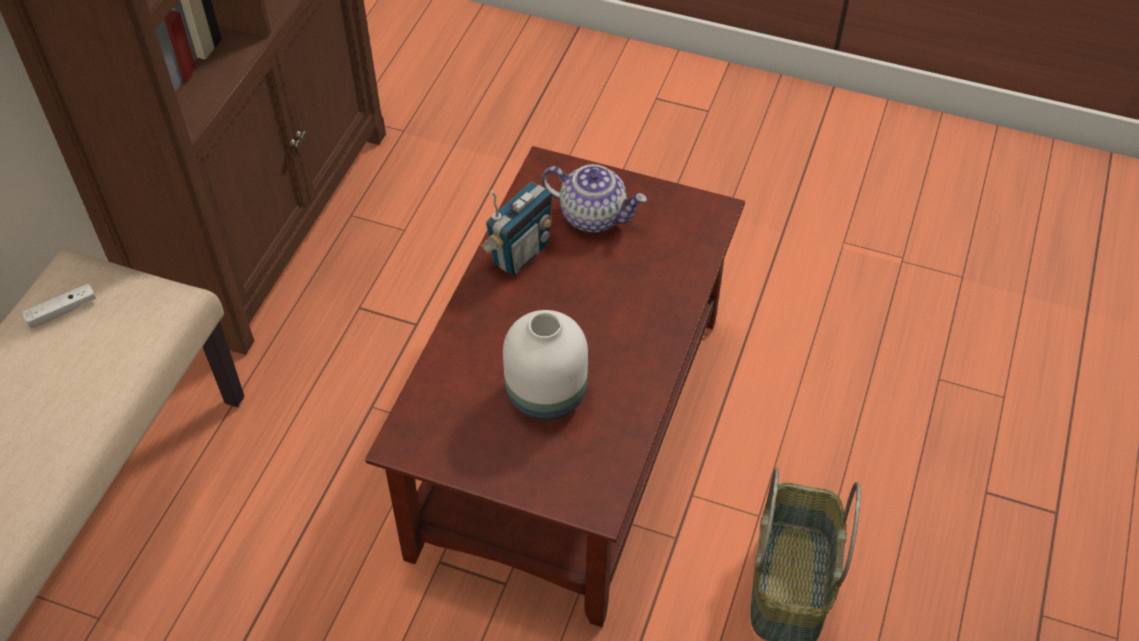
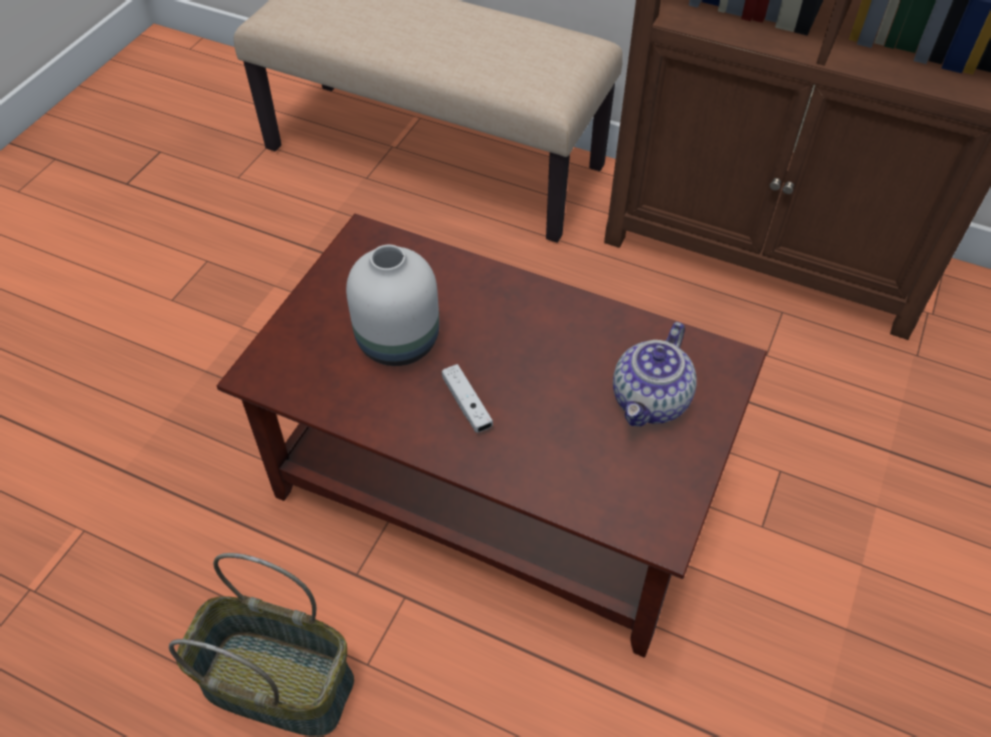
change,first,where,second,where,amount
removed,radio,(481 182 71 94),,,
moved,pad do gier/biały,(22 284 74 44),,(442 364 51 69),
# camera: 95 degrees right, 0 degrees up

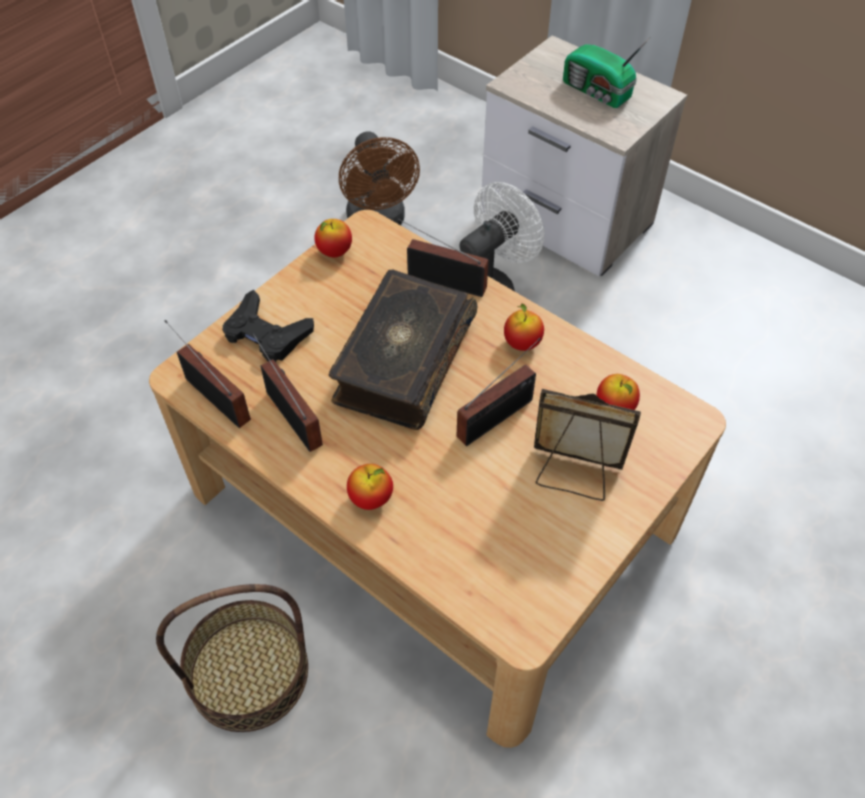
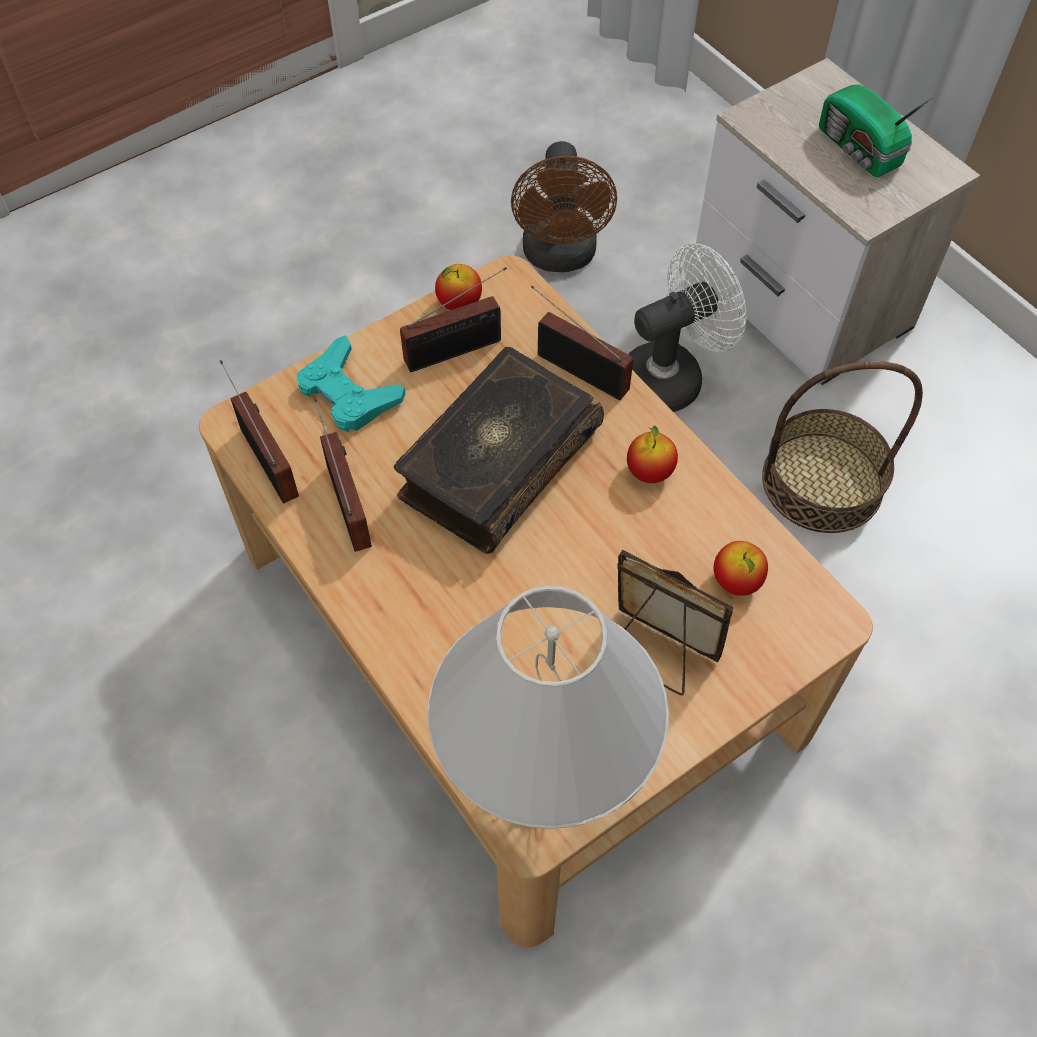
change,first,where,second,where,amount
removed,jabłko,(347 464 46 46),,,
added,,,lampa stołowa/biały,(428 586 241 243),
moved,koszyk,(156 584 152 148),,(762 361 161 172),
moved,radio,(457 338 84 108),,(400 267 107 105),
recoloured,pad do gier/czarny,(222 290 92 72),pad do gier/turkusowy,(296 335 109 97),
# camera: 15 degrees right, 5 degrees up

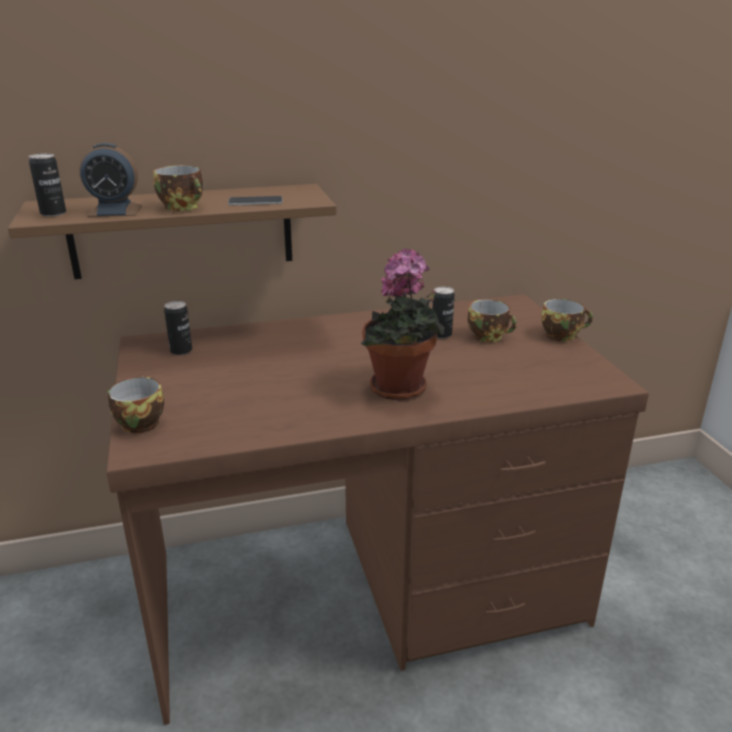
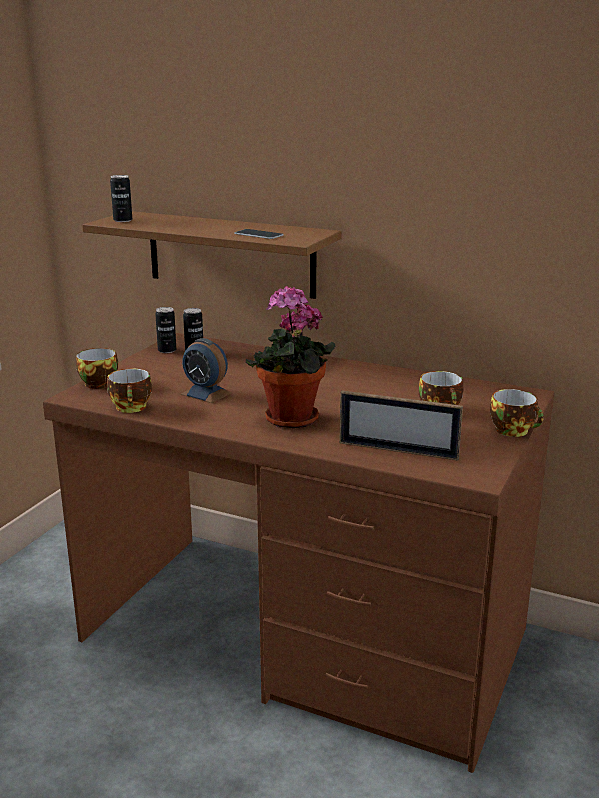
change,first,where,second,where,amount
added,,,ramka na zdjęcie,(339 391 124 70),
moved,budzik,(79 142 63 75),,(181 338 51 65),
moved,filiżanka,(153 165 50 46),,(107 369 45 44),
moved,puszka,(432 286 22 53),,(155 307 21 46),
# camera: 40 degrees right, 5 degrees down

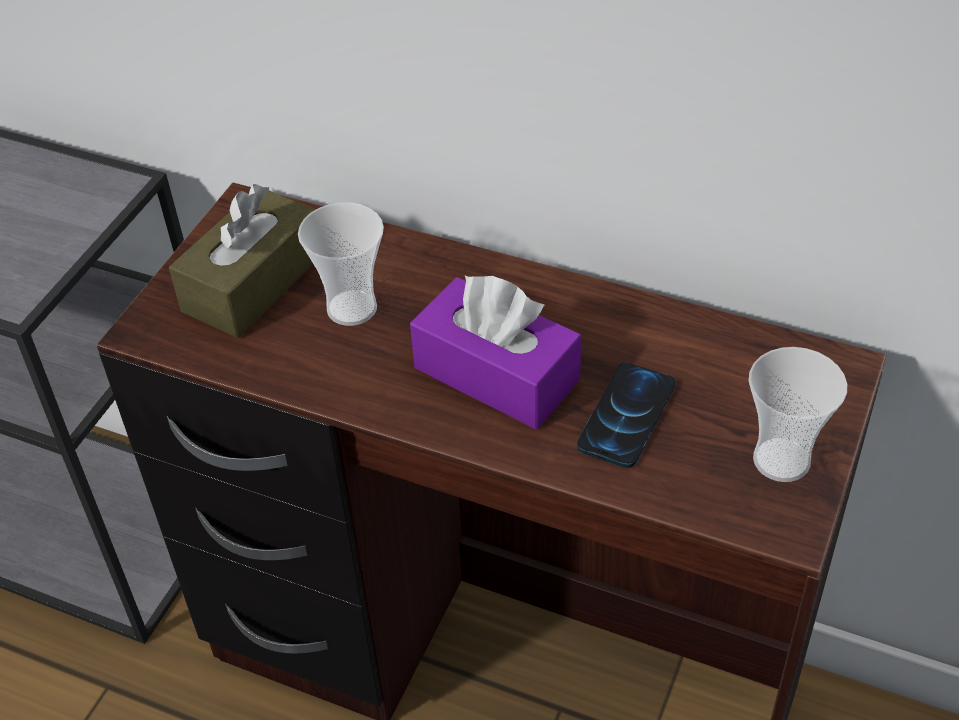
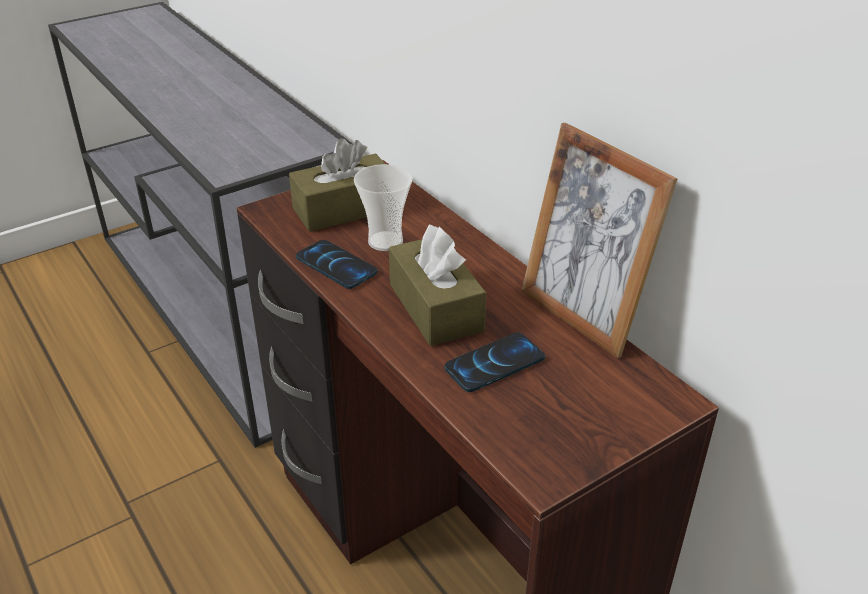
change,first,where,second,where,amount
removed,filiżanka,(749 347 98 135),,,
added,,,telefon,(296 240 82 49),
added,,,ramka na zdjęcie,(521 123 157 235),
recoloured,pudełko chusteczek/fioletowy,(410 276 172 153),pudełko chusteczek/brązowy,(389 225 97 121),
# camera: 30 degrees right, 10 degrees down

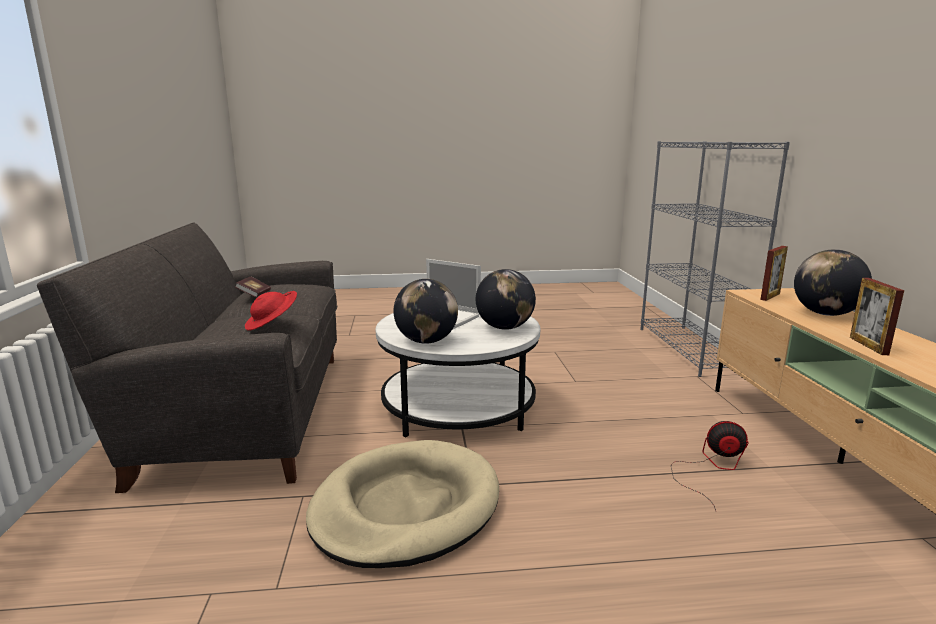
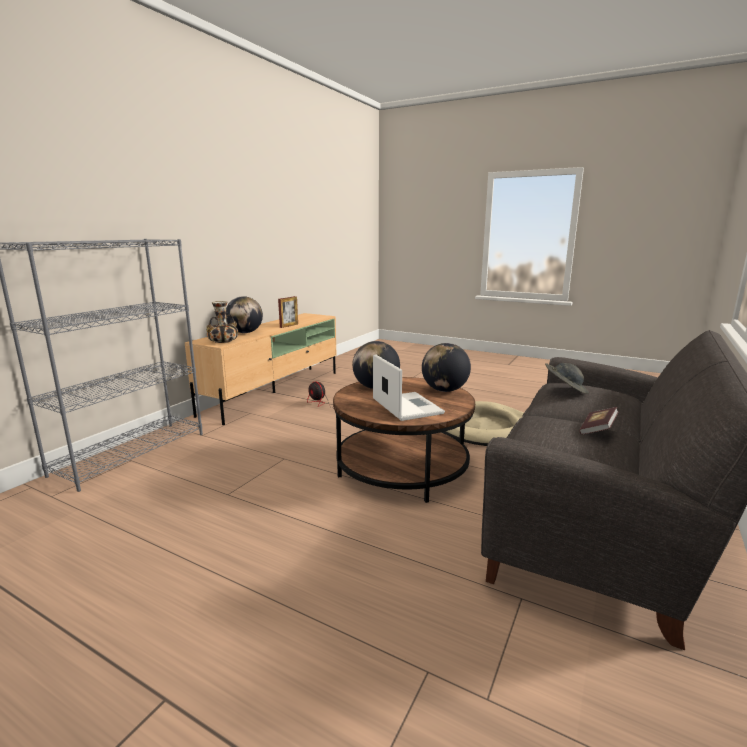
change,first,where,second,where,amount
replaced,ramka na zdjęcie,(760 246 28 55),wazon,(206 301 32 42),
recoloured,kapelusz/czerwony,(245 291 52 40),kapelusz/szary,(545 363 44 31),
recoloured,ława/biały,(376 313 164 124),ława/brązowy,(333 377 142 126),
# camera: 145 degrees left, 0 degrees up

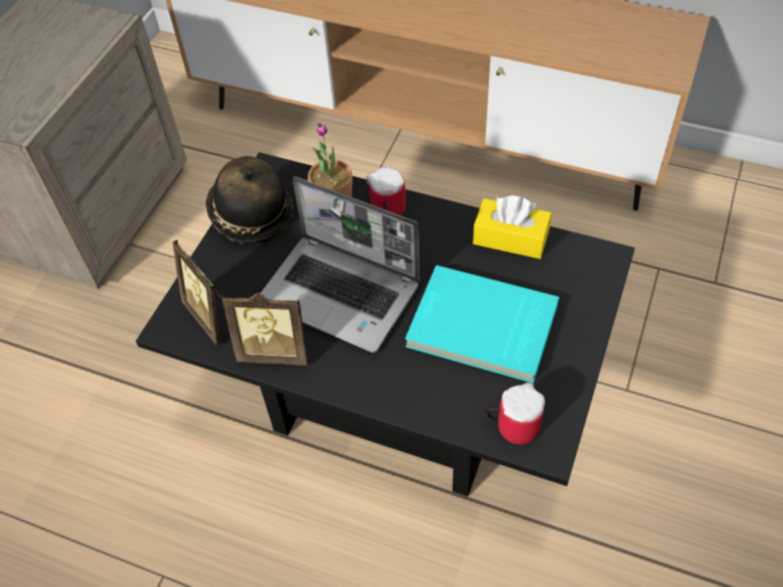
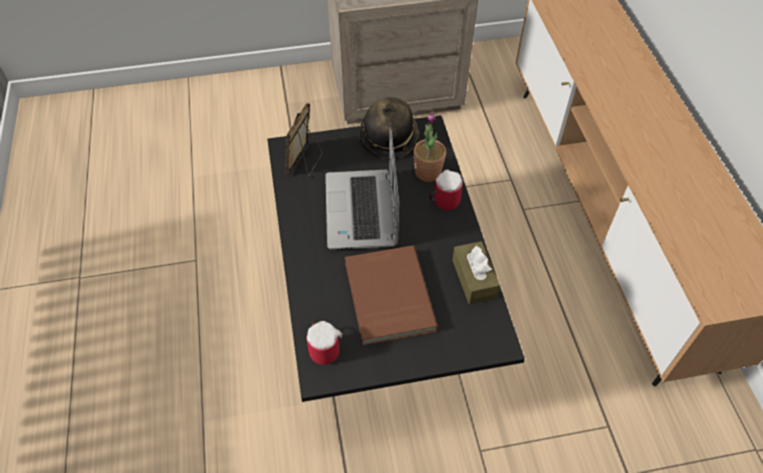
change,first,where,second,where,amount
removed,ramka na zdjęcie,(222 293 86 73),,,
recoloured,książka/turkusowy,(405 265 154 118),książka/brązowy,(345 245 93 101),
recoloured,pudełko chusteczek/żółty,(473 196 79 63),pudełko chusteczek/brązowy,(453 241 47 63),
# camera: 55 degrees right, 0 degrees up

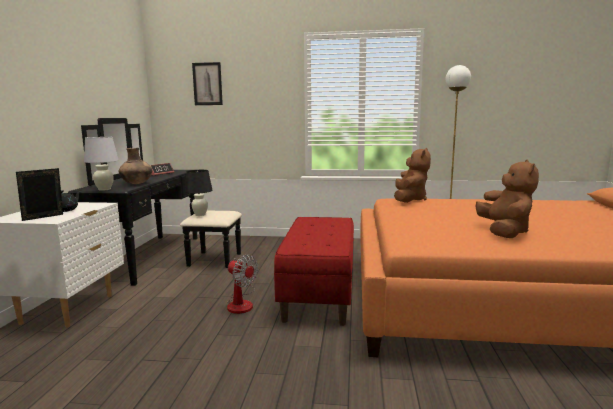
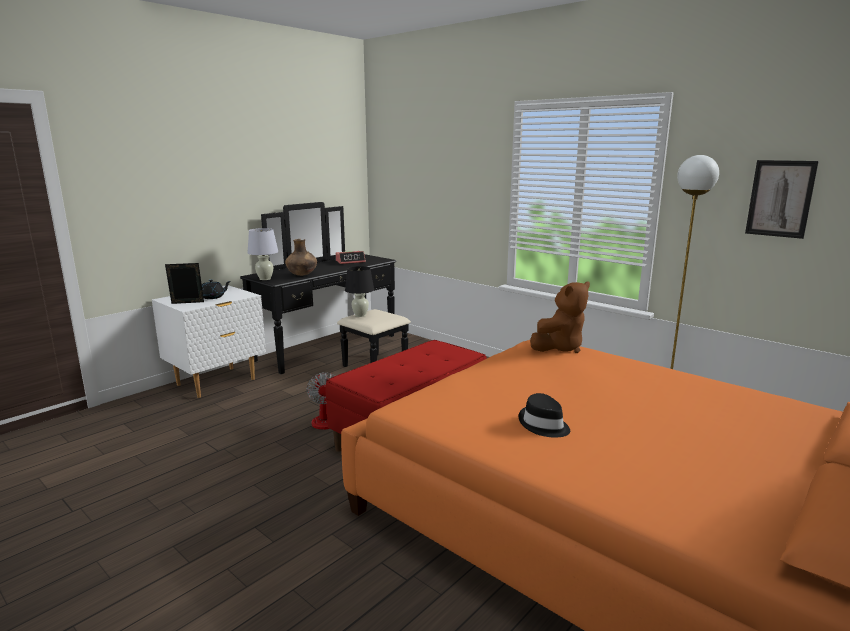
change,first,where,second,where,amount
moved,obraz,(192 62 31 43),,(745 160 74 79),
replaced,pluszak/brązowy,(475 160 64 78),kapelusz/czarny,(519 393 51 44),
# camera: 35 degrees right, 5 degrees up

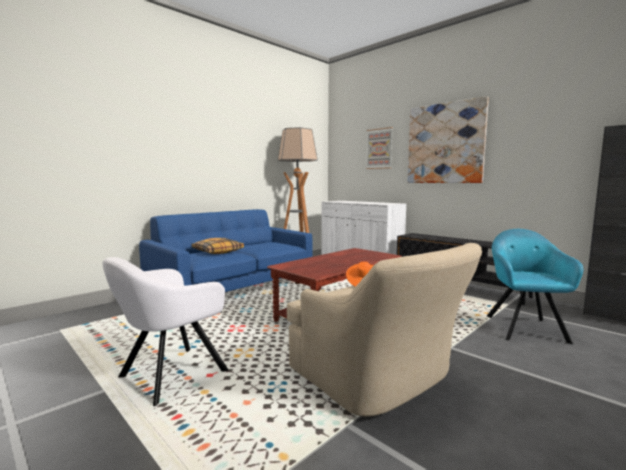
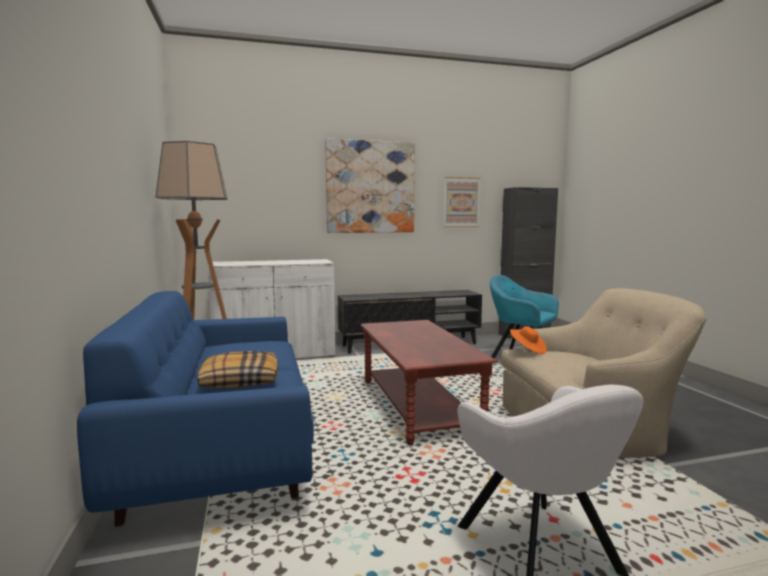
change,first,where,second,where,amount
moved,obraz,(366 127 27 42),,(444 177 36 50),
# camera: 60 degrees left, 0 degrees up

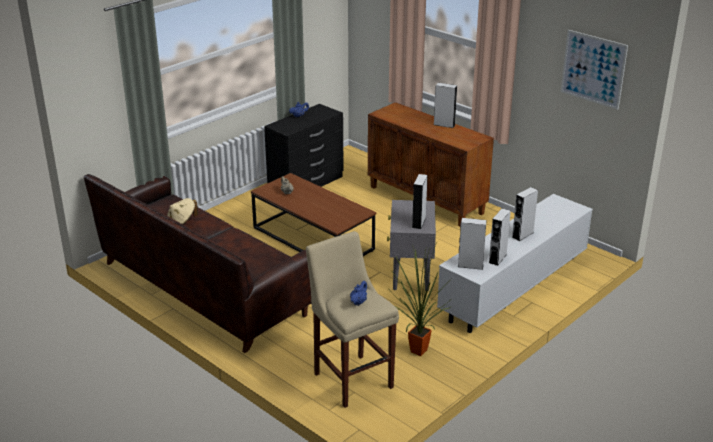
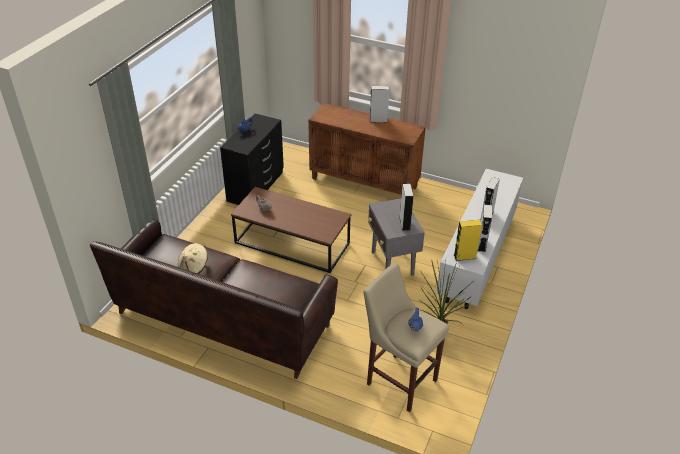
change,first,where,second,where,amount
removed,obraz,(561 30 67 80),,,
recoloured,głośnik/szary,(458 218 29 52),głośnik/żółty,(454 220 28 41),
# camera: 20 degrees left, 10 degrees up

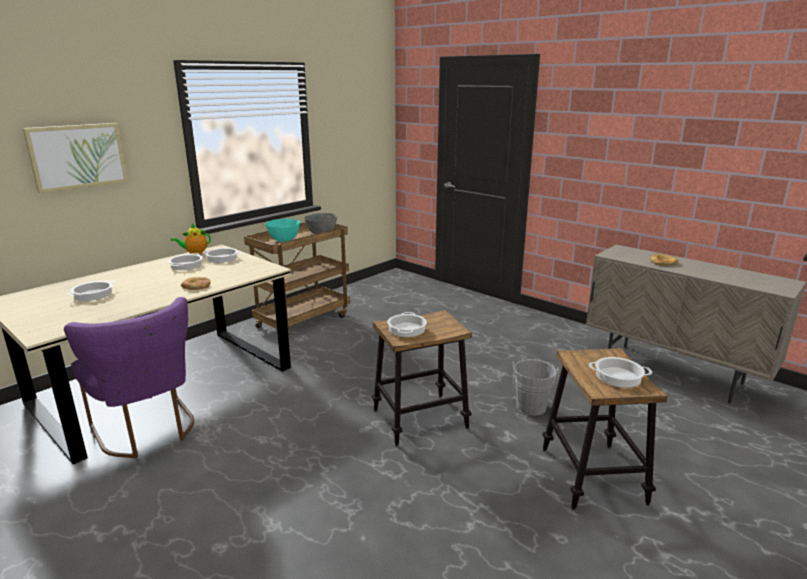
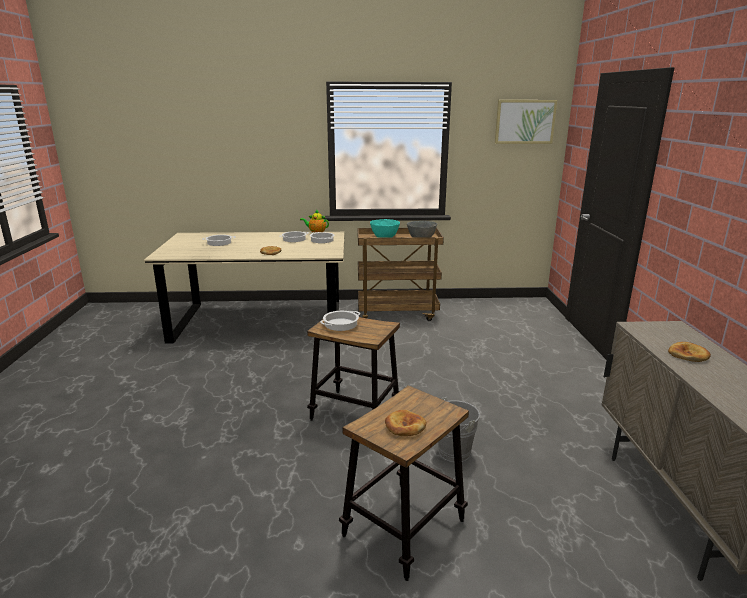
change,first,where,second,where,amount
removed,krzesło/fioletowy,(64 297 130 161),,,
moved,obraz,(23 123 105 70),,(495 100 62 44),
replaced,garnek,(589 357 63 31),chleb,(385 410 41 26),
# camera: 45 degrees right, 0 degrees up

